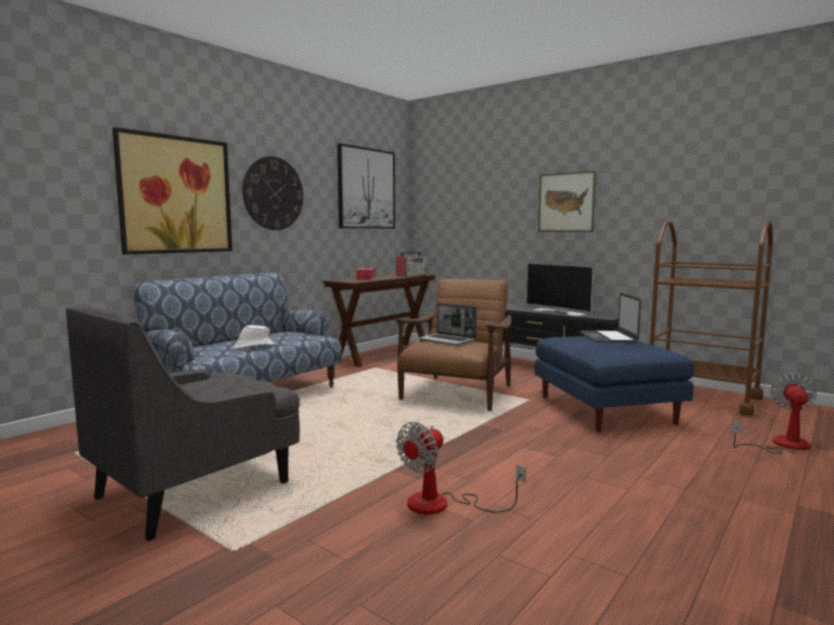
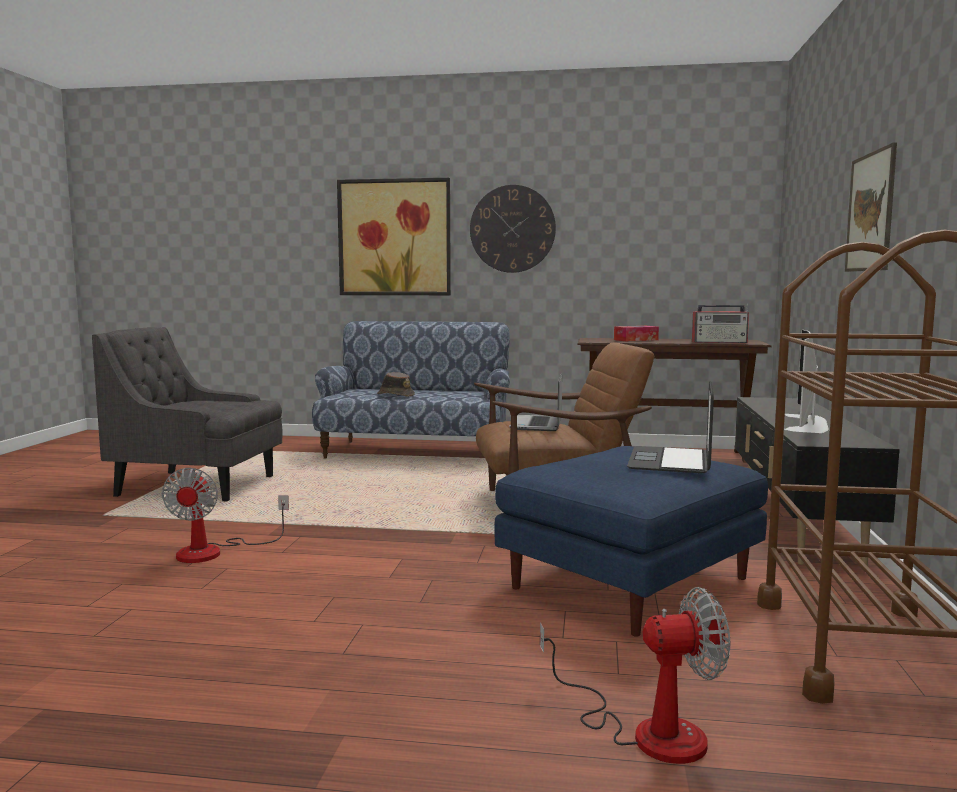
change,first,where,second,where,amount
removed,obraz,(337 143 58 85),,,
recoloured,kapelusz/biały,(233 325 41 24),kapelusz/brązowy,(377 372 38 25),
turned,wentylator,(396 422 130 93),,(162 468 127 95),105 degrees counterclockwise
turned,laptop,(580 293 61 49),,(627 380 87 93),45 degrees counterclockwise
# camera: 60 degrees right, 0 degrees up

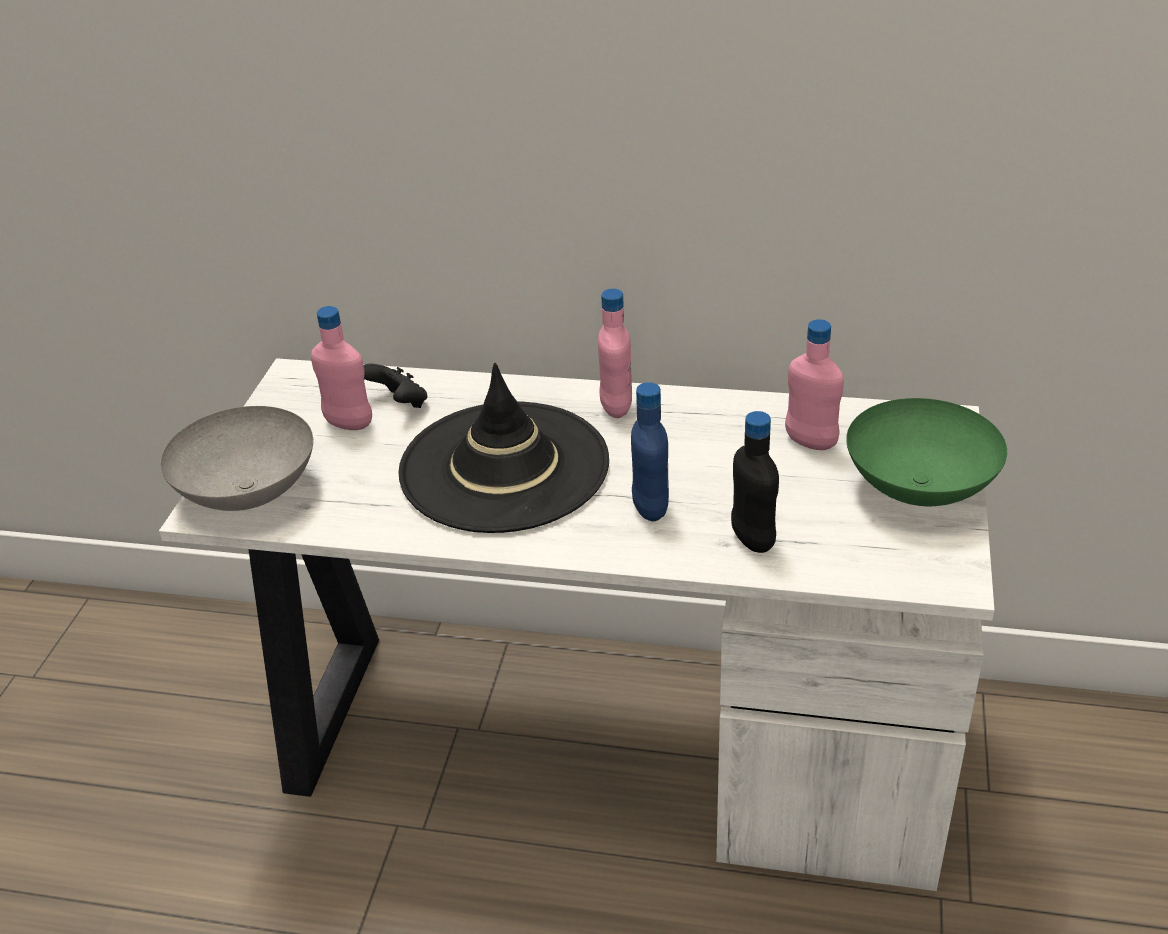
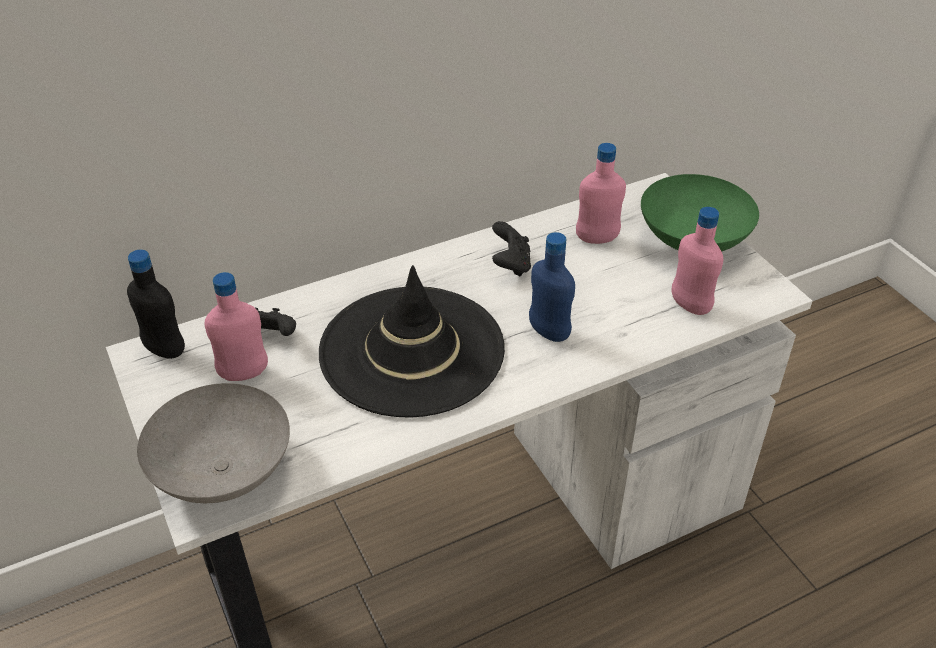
change,first,where,second,where,amount
added,,,pad do gier/czarny,(492 221 39 56),
moved,butelka/różowy,(598 289 34 129),,(672 207 51 108),
moved,butelka/czarny,(731 411 48 142),,(127 250 58 109),
# camera: 40 degrees left, 5 degrees up

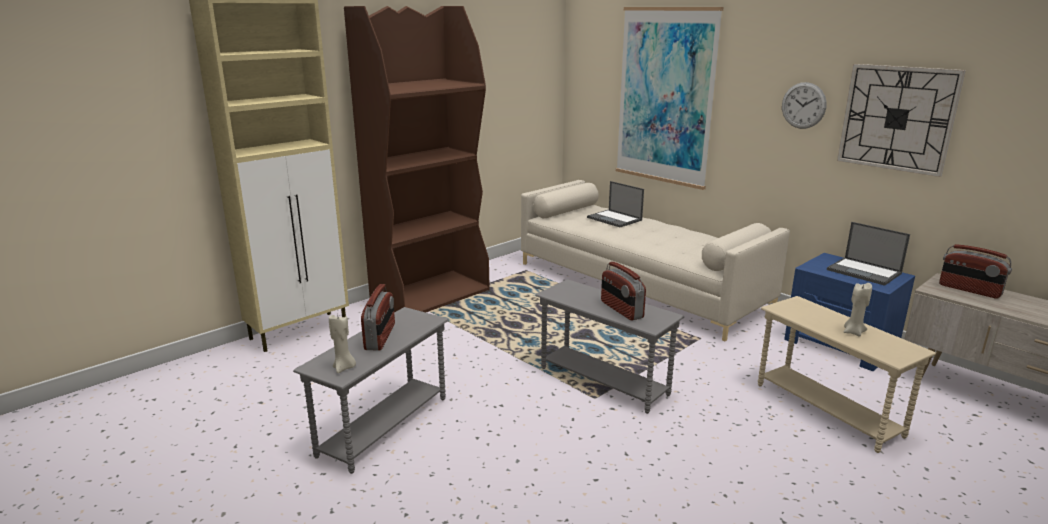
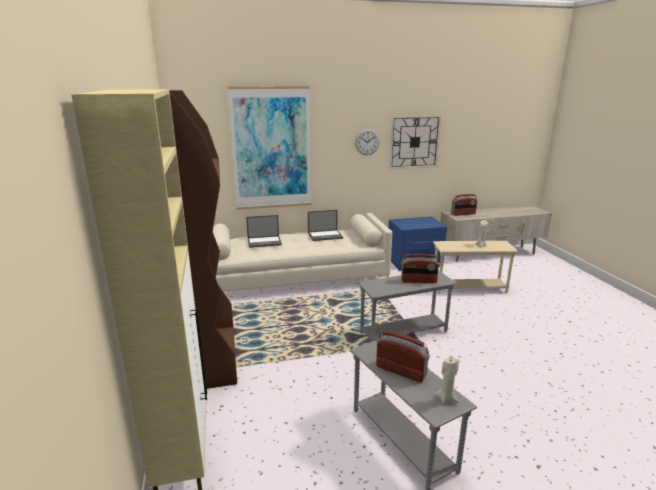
change,first,where,second,where,amount
moved,laptop,(827 222 83 64),,(308 210 35 31),
# camera: 60 degrees left, 0 degrees up

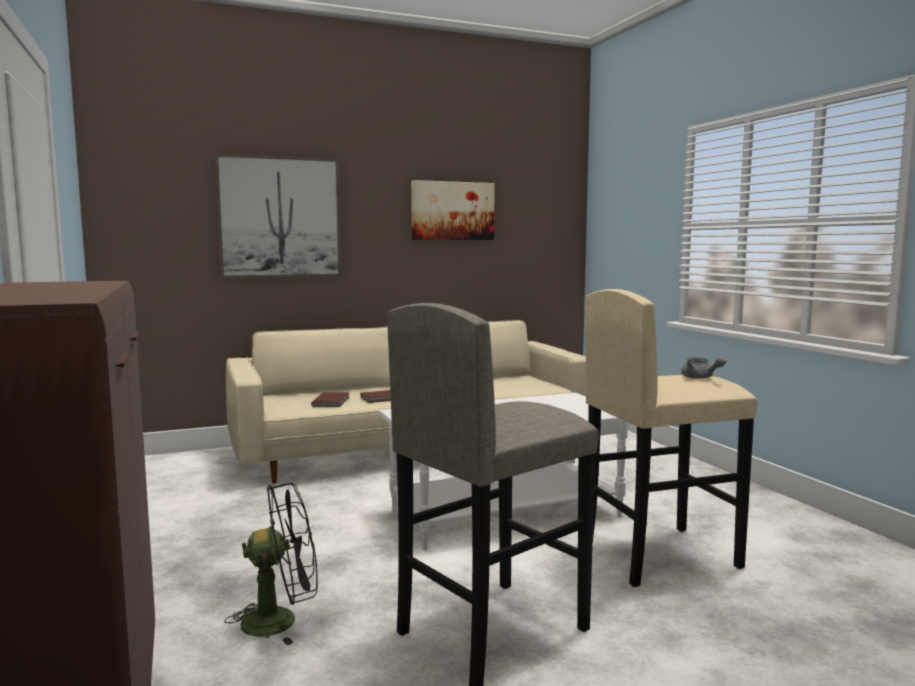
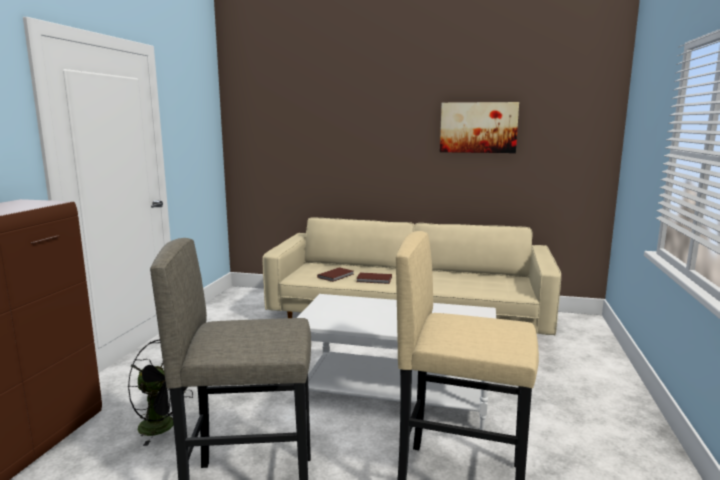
change,first,where,second,where,amount
removed,obraz,(215 153 126 125),,,
removed,imbryk/szary,(681 357 45 22),,,
# camera: 35 degrees right, 5 degrees up

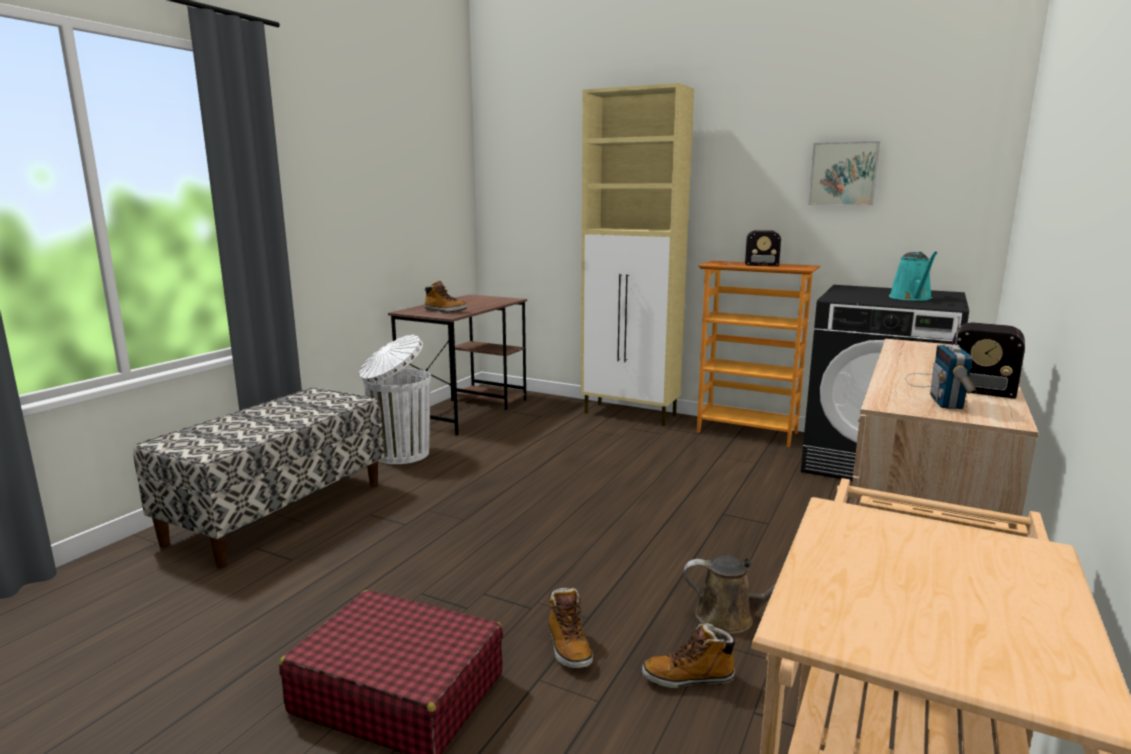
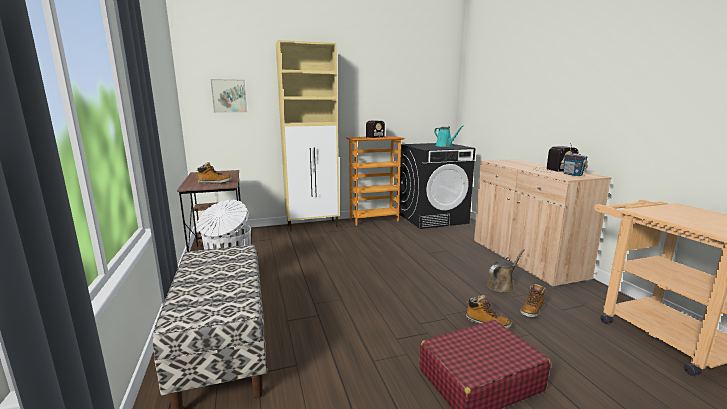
change,first,where,second,where,amount
moved,obraz,(808 141 72 65),,(211 79 36 34),
# camera: 45 degrees left, 0 degrees up

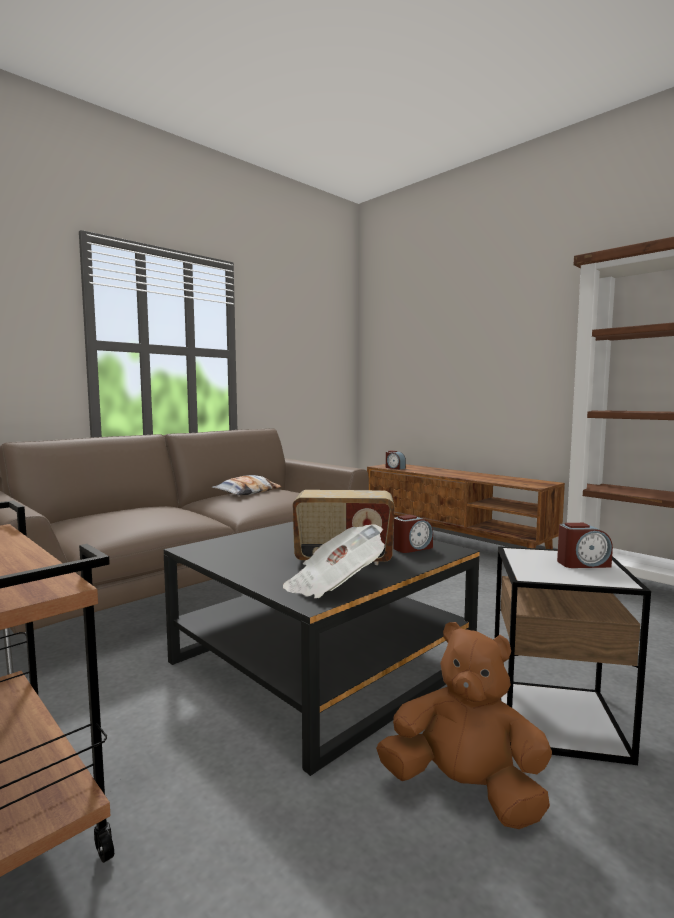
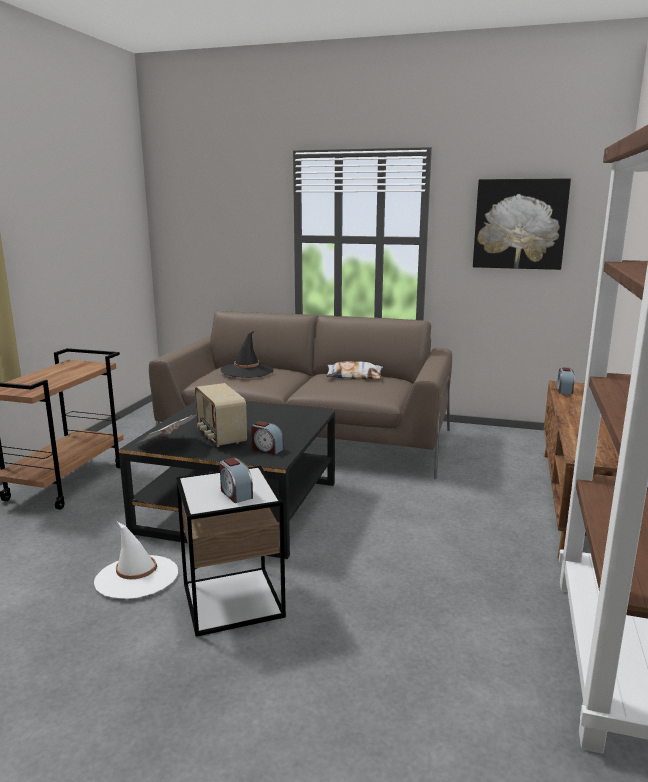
change,first,where,second,where,amount
added,,,kapelusz/czarny,(220 331 53 47),
added,,,obraz,(473 178 98 92),
replaced,pluszak/brązowy,(376 622 176 207),kapelusz/biały,(94 522 84 77),
# camera: 60 degrees right, 10 degrees up

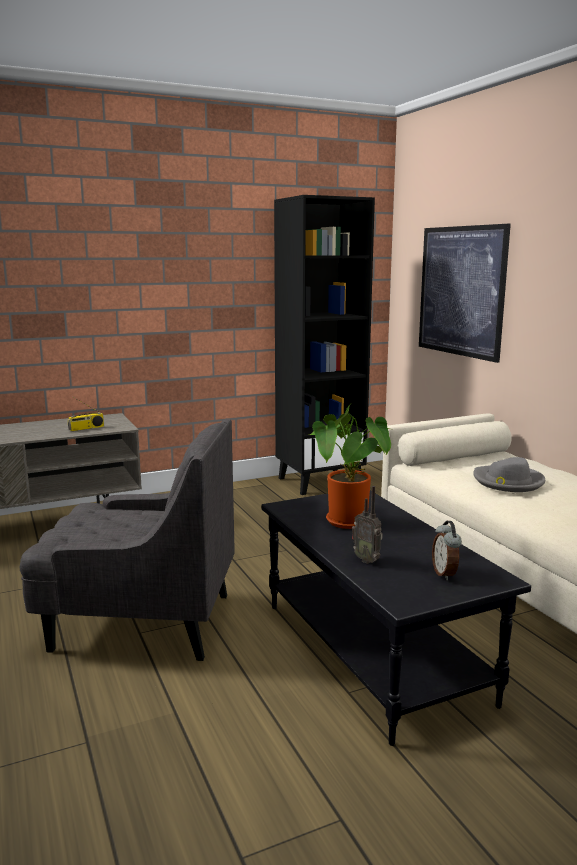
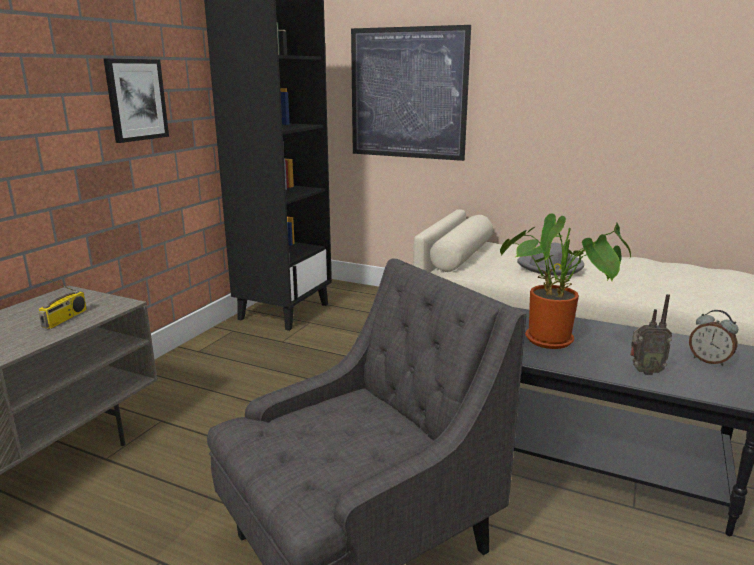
change,first,where,second,where,amount
added,,,obraz,(104 59 65 84),
# camera: 40 degrees left, 5 degrees up

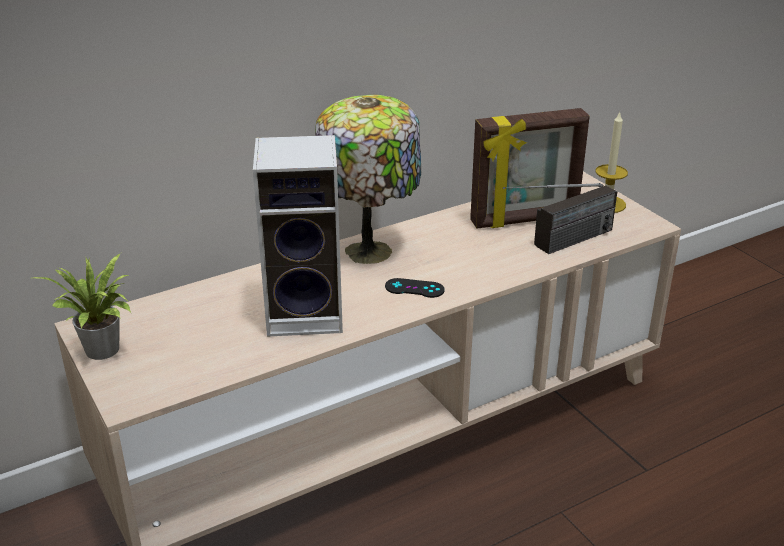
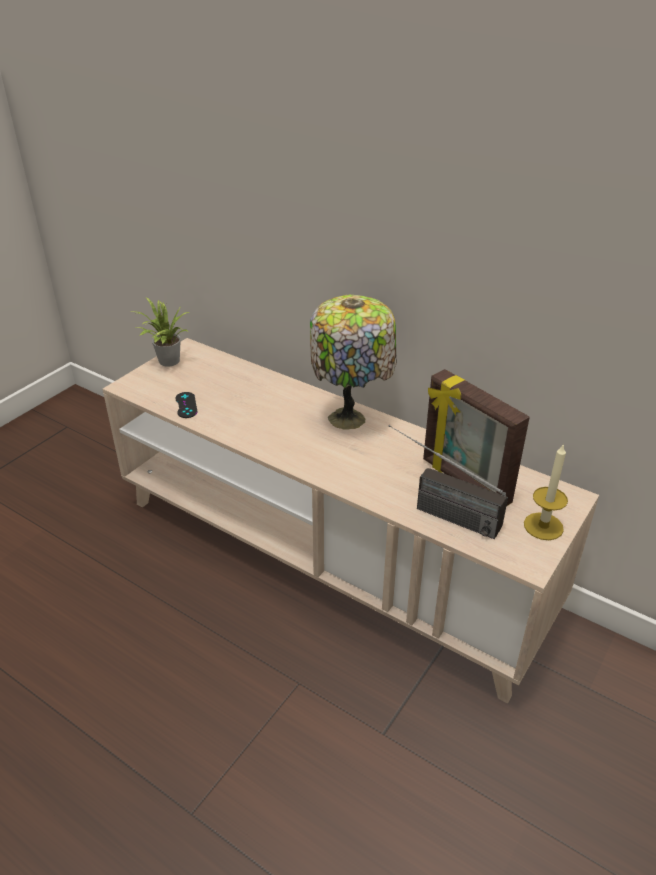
change,first,where,second,where,amount
removed,głośnik,(253 135 90 202),,,
moved,pad do gier/czarny,(385 278 60 20),,(175 392 22 26),
# camera: 65 degrees right, 5 degrees up

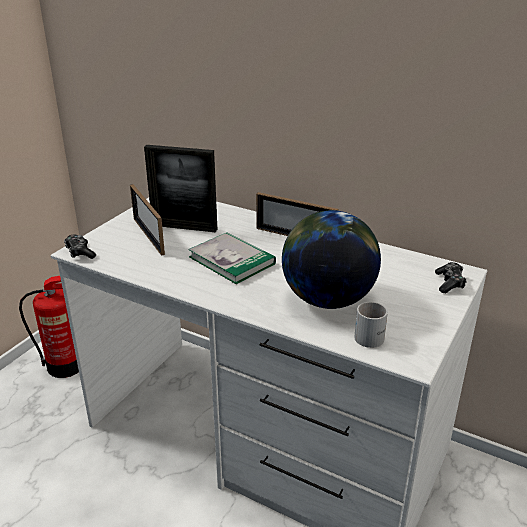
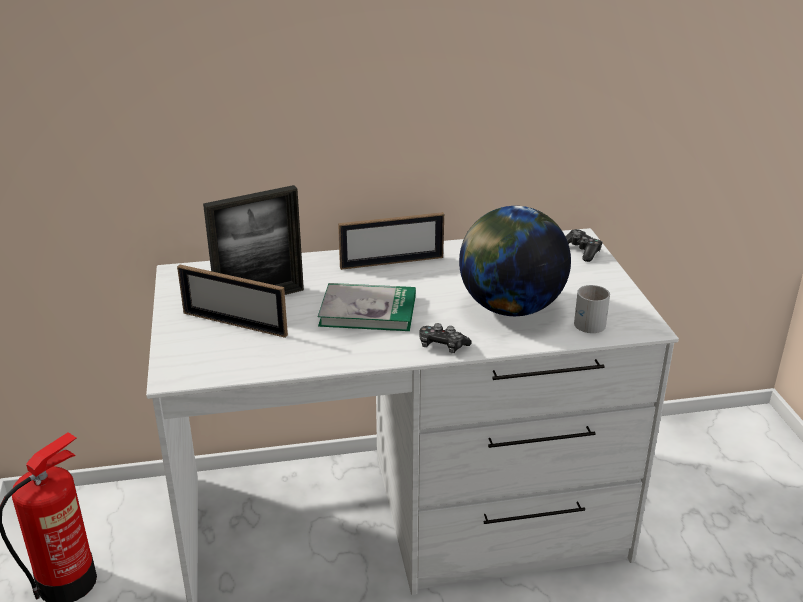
change,first,where,second,where,amount
moved,pad do gier,(64 234 32 25),,(420 323 51 30),
# camera: 40 degrees left, 0 degrees up

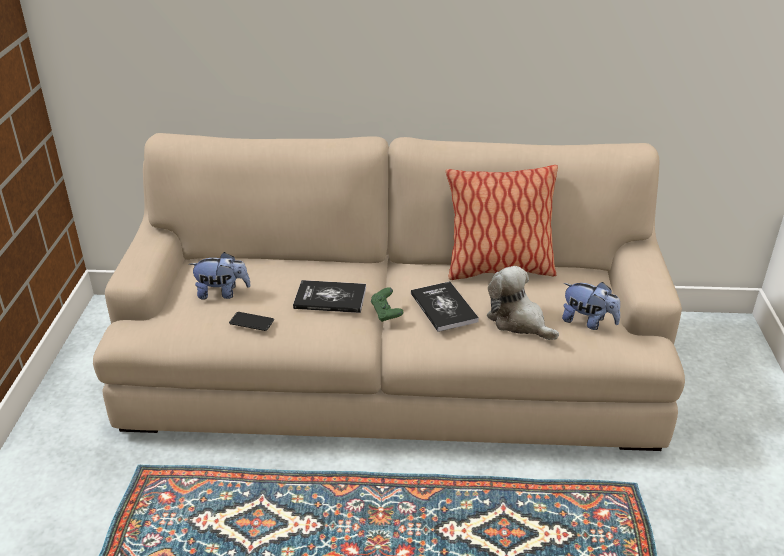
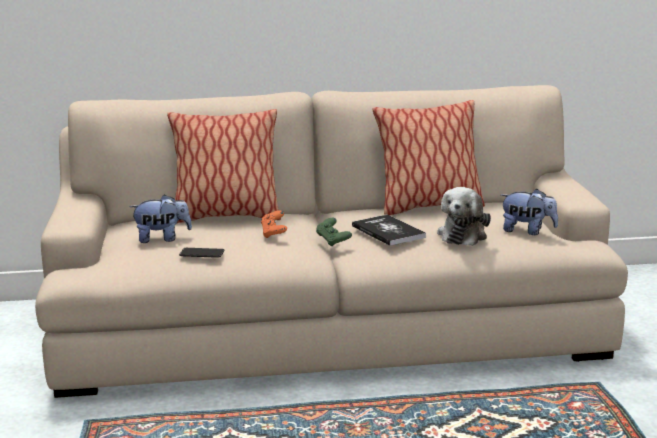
change,first,where,second,where,amount
added,,,poduszka,(167 109 114 114),
replaced,książka,(293 280 73 33),pad do gier/pomarańczowy,(261 210 26 28),
turned,pluszak,(487 266 72 74),,(437 187 54 59),105 degrees counterclockwise
# camera: 10 degrees left, 15 degrees down

